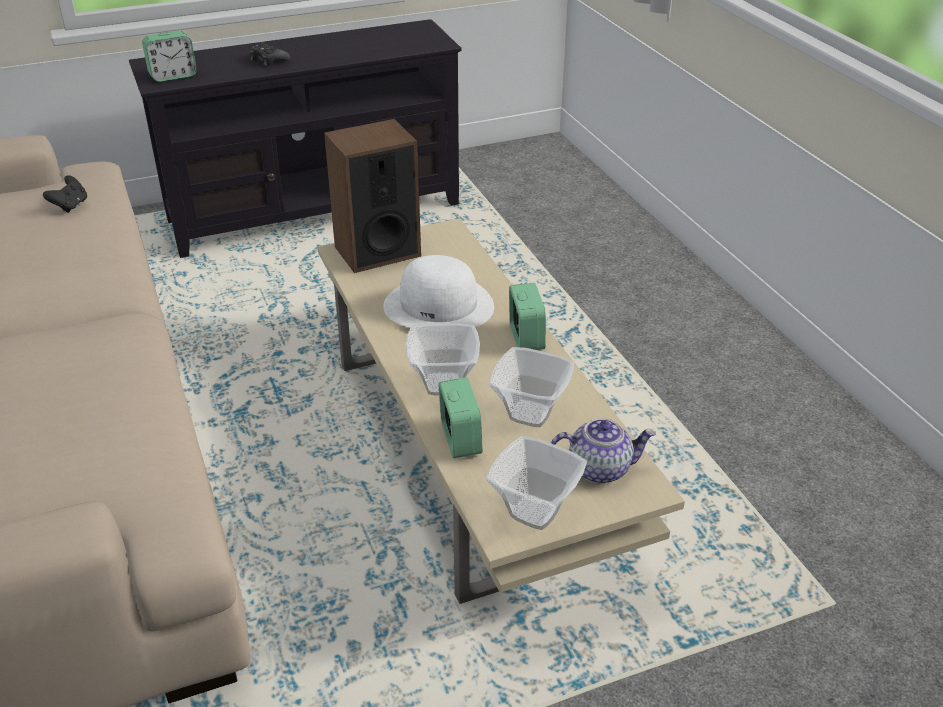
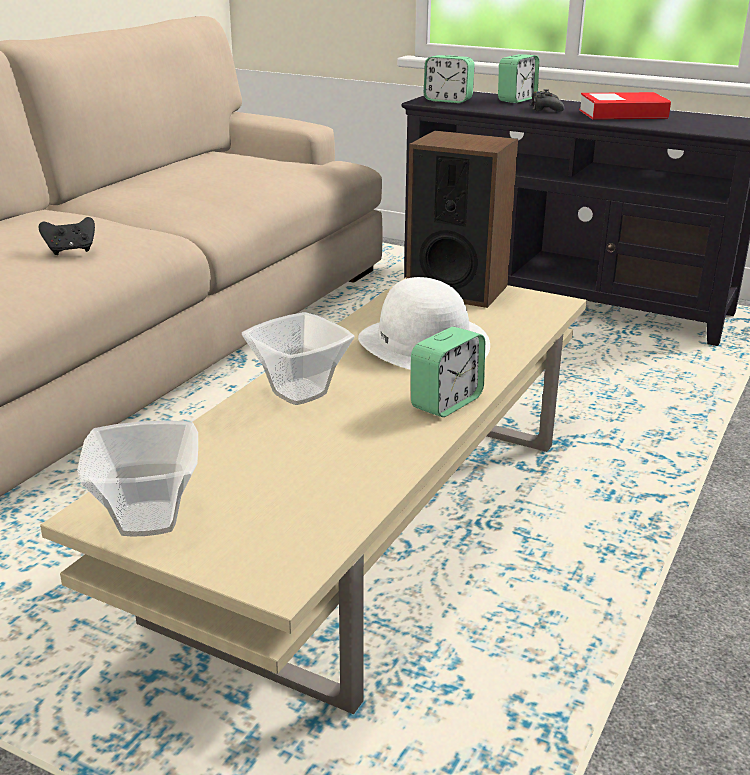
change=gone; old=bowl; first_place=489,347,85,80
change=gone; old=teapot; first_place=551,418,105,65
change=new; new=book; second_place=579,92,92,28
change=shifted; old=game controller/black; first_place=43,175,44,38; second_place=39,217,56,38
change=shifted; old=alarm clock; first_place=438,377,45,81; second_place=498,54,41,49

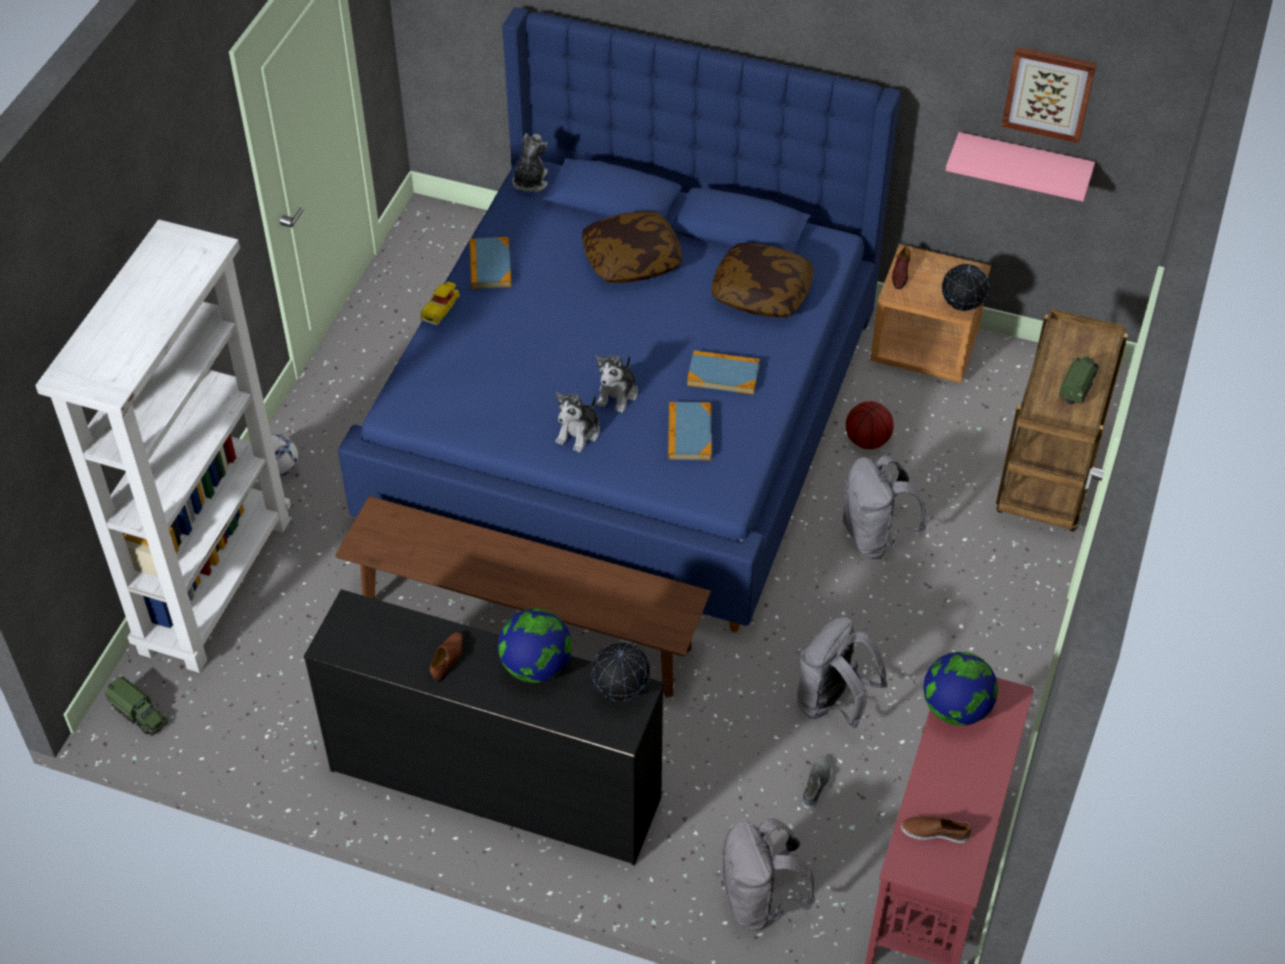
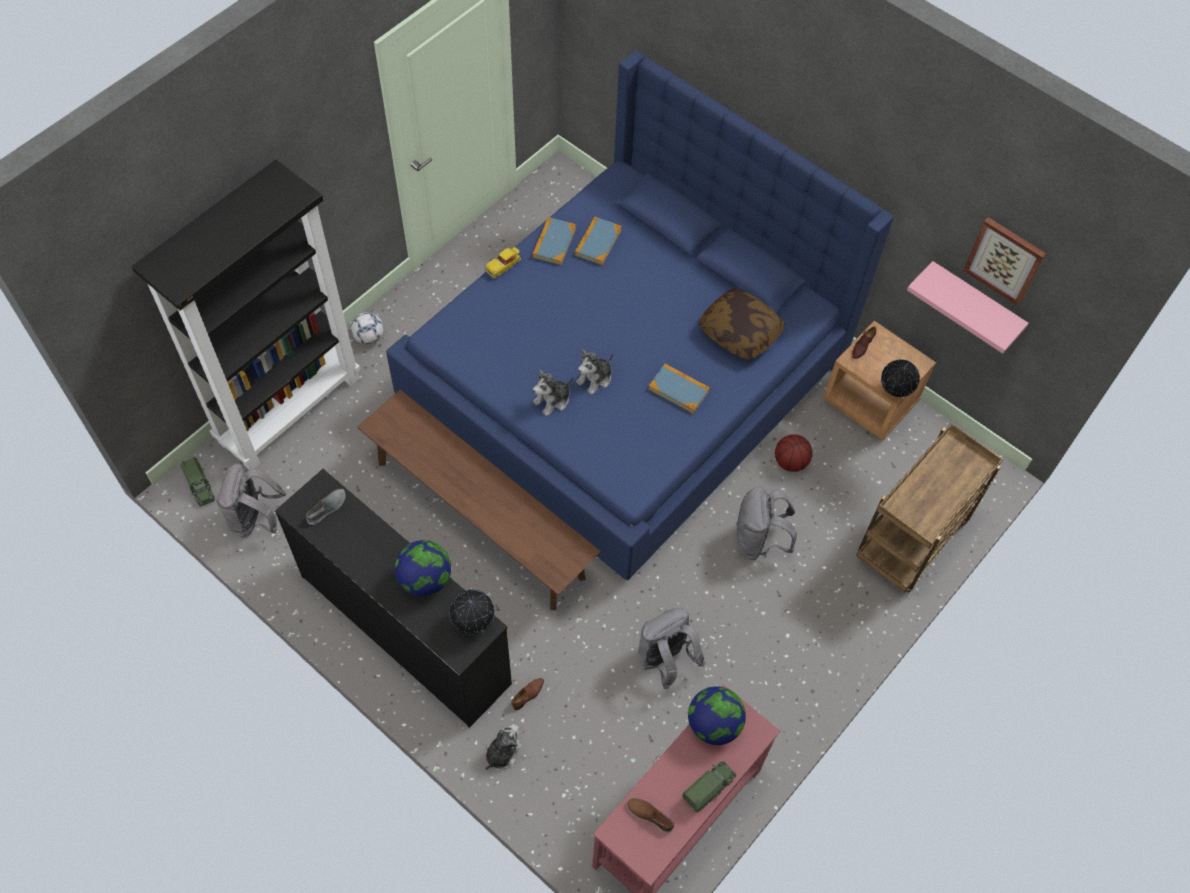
change=gone; old=pillow; first_place=582,211,100,72
change=shifted; old=shoe/brown; first_place=430,632,33,50; second_place=512,678,32,32
change=shifted; old=plush toy; first_place=512,133,36,59; second_place=485,724,37,46
change=shifted; old=book; first_place=668,402,44,58; second_place=574,217,48,48
change=shifted; old=backpack/grey; first_place=721,818,94,113; second_place=216,463,70,74
change=shifted; old=shoe/grey; first_place=802,756,29,53; second_place=306,489,40,36
change=shifted; old=toy truck; first_place=1058,356,41,50; second_place=682,761,54,52
change=repainted; old=bookcase/white; new=bookcase/black; first_place=35,220,256,453; second_place=132,160,228,310

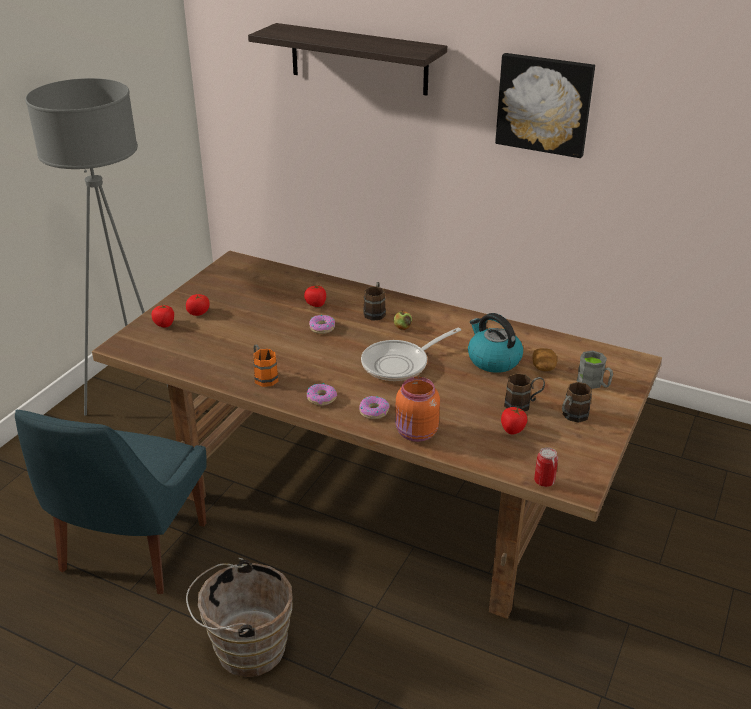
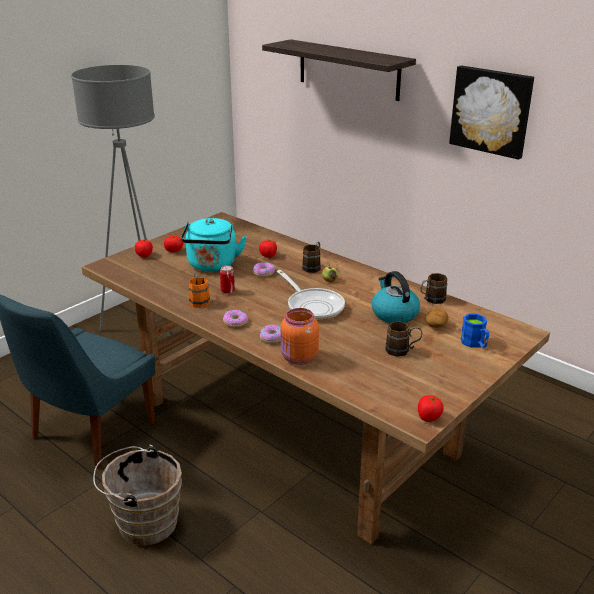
change=new; new=kettle/turquoise; second_place=181,218,66,54
change=shifted; old=tomato; first_place=501,407,26,27; second_place=418,395,26,27
change=shifted; old=can; first_place=534,447,24,40; second_place=220,265,15,29
change=shifted; old=mug/brown; first_place=562,382,30,40; second_place=420,273,27,31
change=repainted; old=mug/grey; new=mug/blue; first_place=577,351,36,38; second_place=461,314,28,33
change=rotated; old=frying pan; first_place=361,328,100,53; second_place=277,270,68,50; degrees=-105

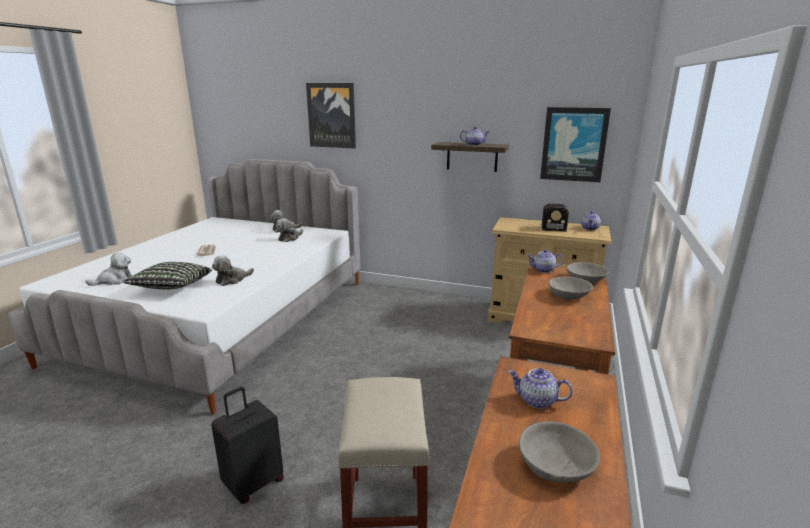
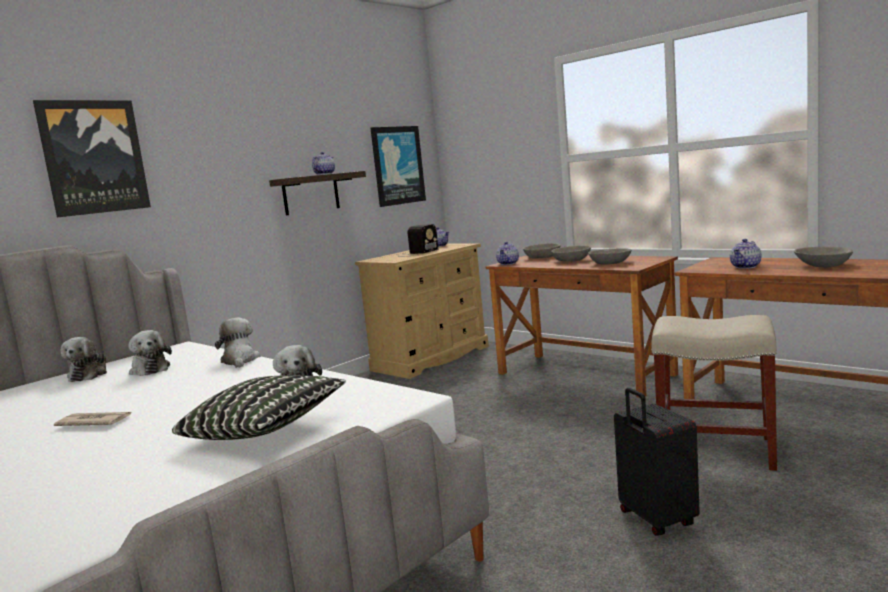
change=new; new=bowl/grey; second_place=588,248,43,17
change=shifted; old=plush toy; first_place=85,253,47,33; second_place=215,317,45,51

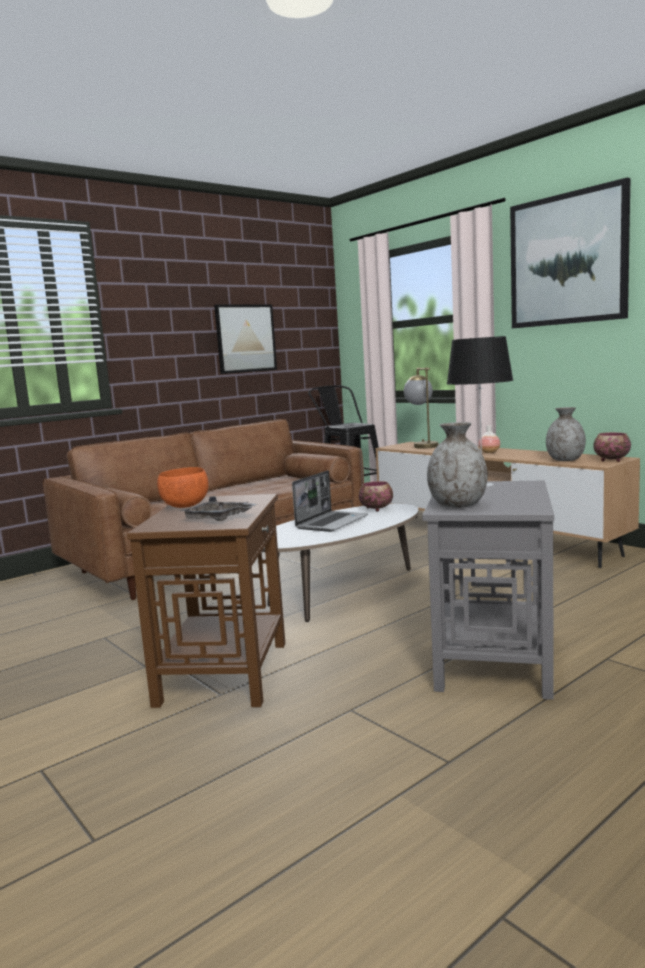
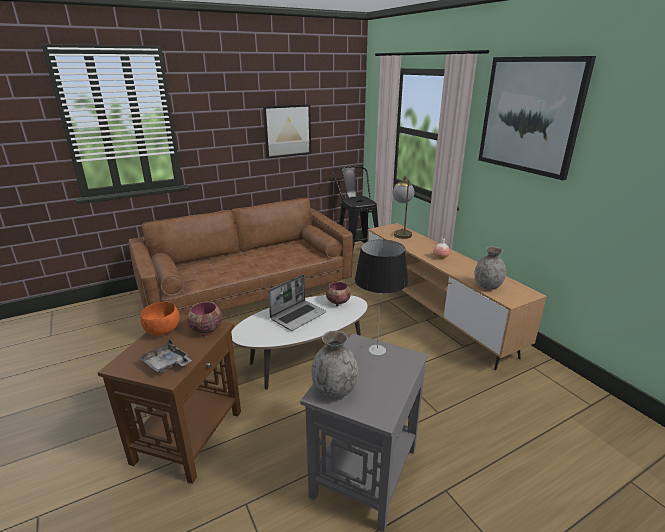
change=shifted; old=bowl; first_place=593,432,38,30; second_place=187,302,35,34

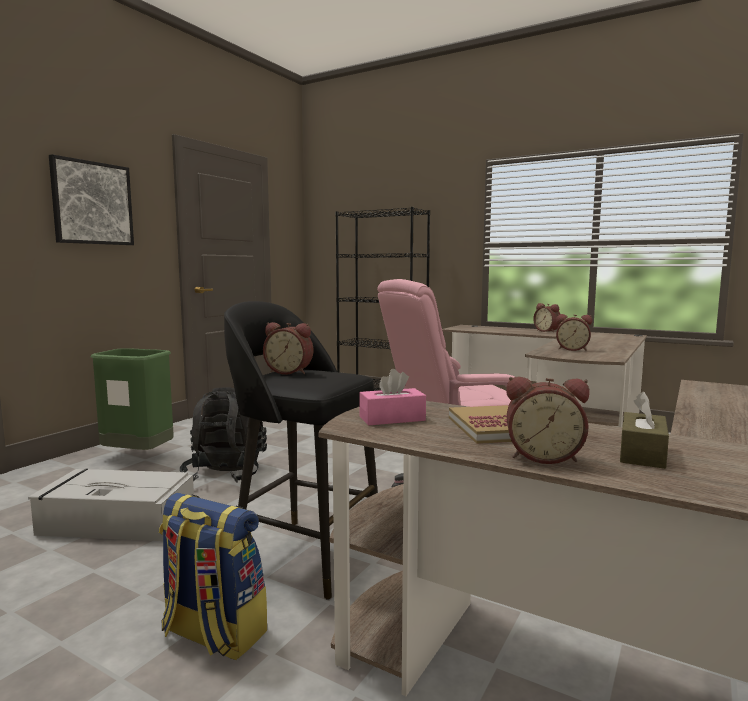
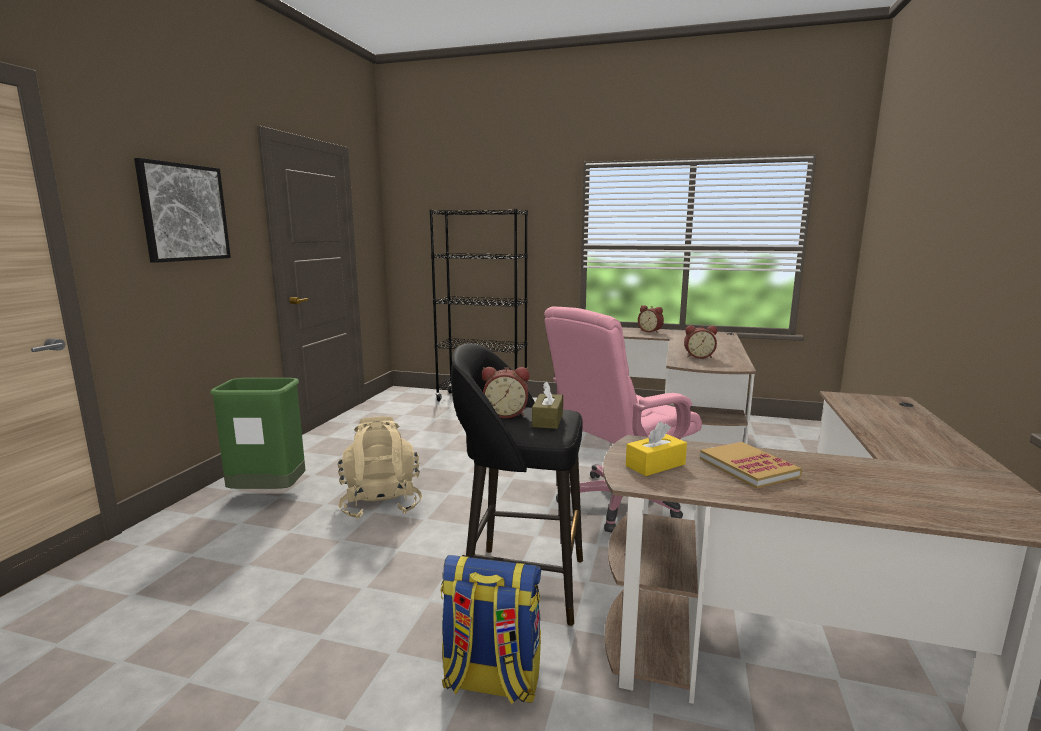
change=gone; old=storage box/grey; first_place=28,469,166,72
change=gone; old=alarm clock; first_place=506,377,83,87
change=shifted; old=tissue box/brown; first_place=620,392,49,77; second_place=532,381,31,48
change=repainted; old=backpack/black; new=backpack/beige; first_place=180,388,87,95; second_place=338,416,84,103
change=repainted; old=tissue box/pink; new=tissue box/yellow; first_place=359,369,67,56; second_place=626,422,61,54

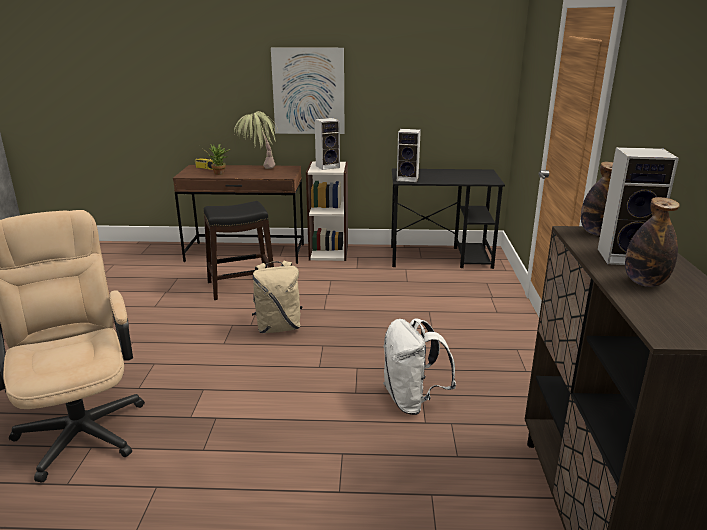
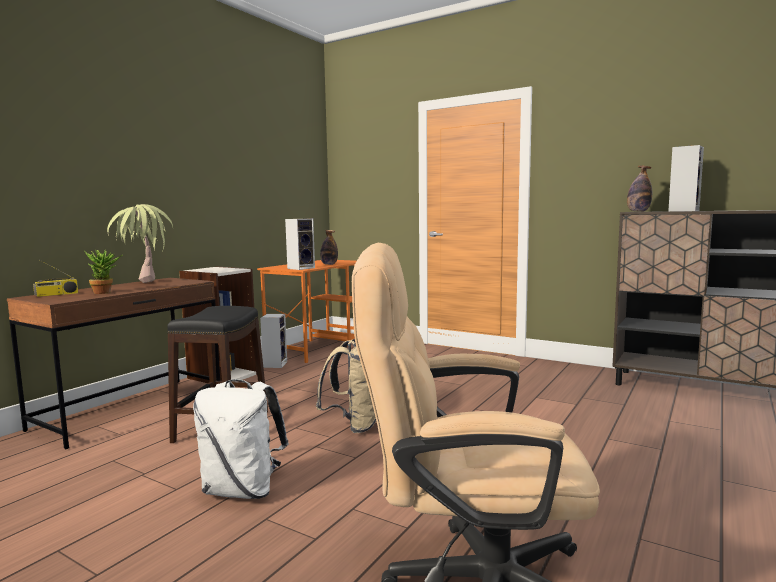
change=gone; old=picture; first_place=271,47,73,87
change=shifted; old=speaker; first_place=315,118,25,52; second_place=260,314,27,54
change=shifted; old=backpack/white; first_place=383,319,73,96; second_place=193,379,96,120
change=shifted; old=bottle; first_place=625,197,55,90; second_place=320,230,18,35
change=repainted; old=desk/black; new=desk/orange; first_place=391,169,114,100; second_place=257,260,99,103

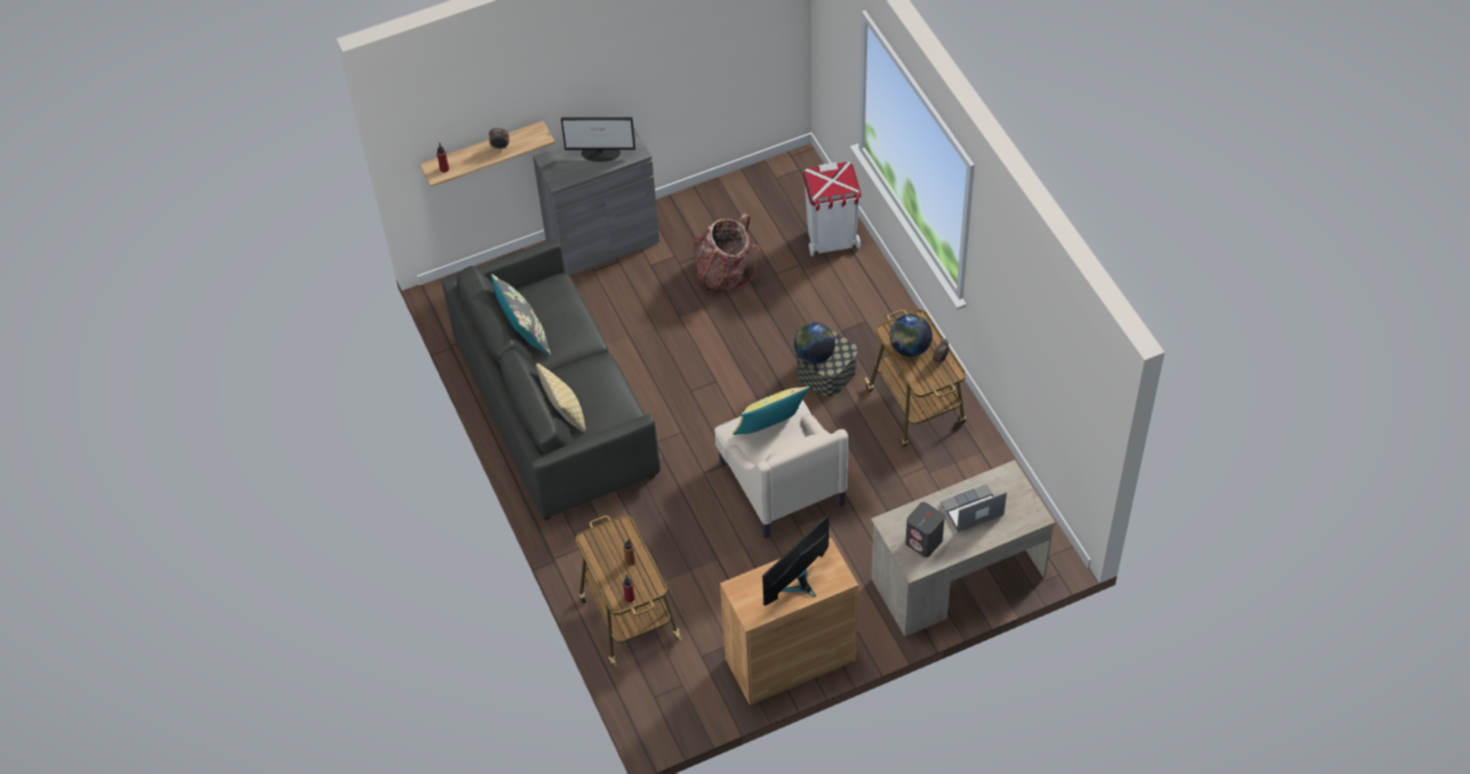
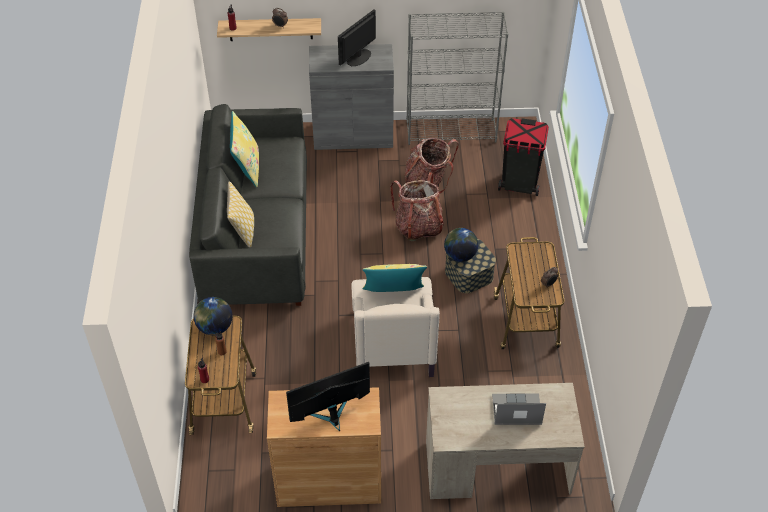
change=gone; old=speaker/grey; first_place=906,502,39,55
change=new; new=backpack; second_place=390,172,54,69
change=new; new=bookcase/grey; second_place=406,12,102,133
change=shifted; old=globe; first_place=890,314,42,43; second_place=194,297,38,38
change=repainted; old=pillow/grey; new=pillow/yellow; first_place=491,274,60,82; second_place=230,111,29,76
change=repainted; old=trash can/white; new=trash can/black; first_place=803,162,58,94; second_place=498,118,51,78
change=rotated; old=monitor; first_place=561,117,74,45; second_place=338,9,38,57; degrees=105

